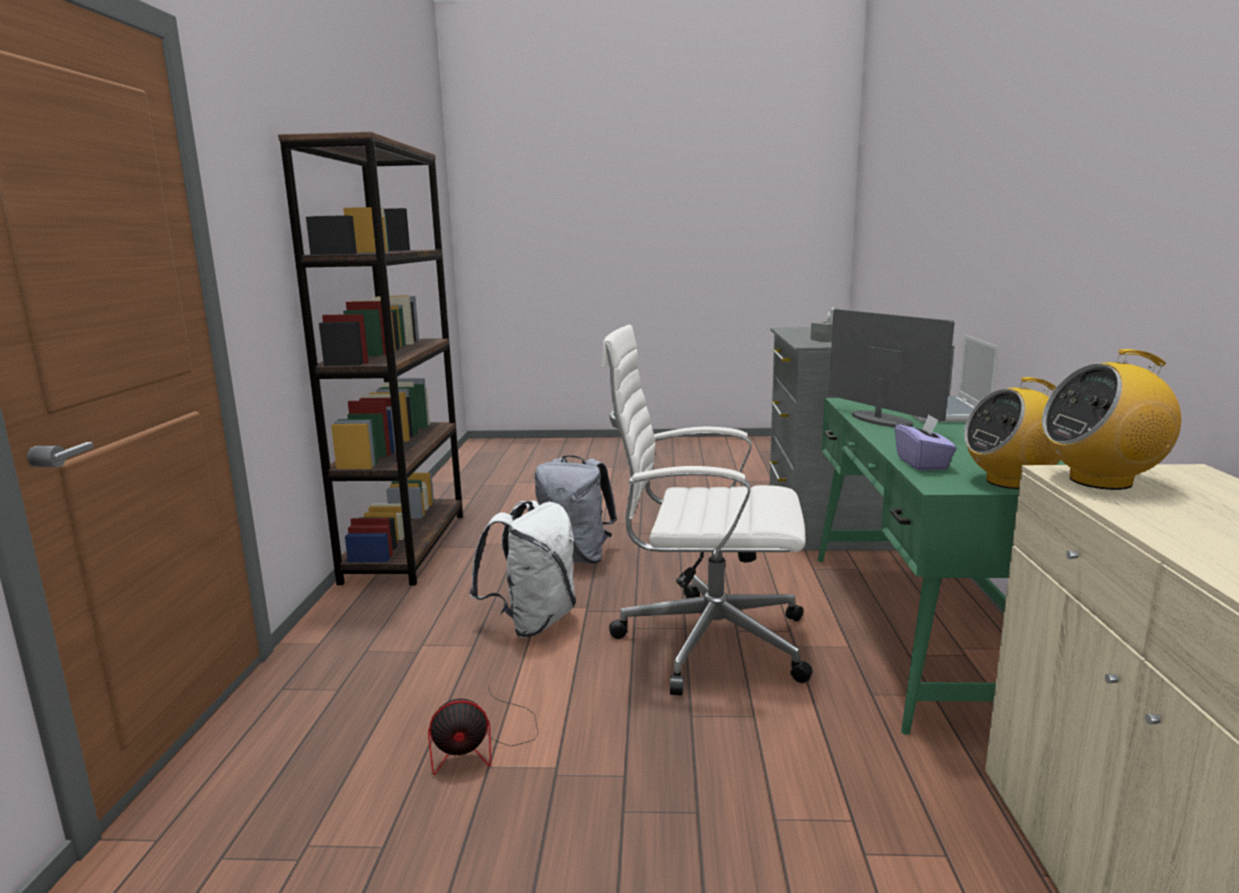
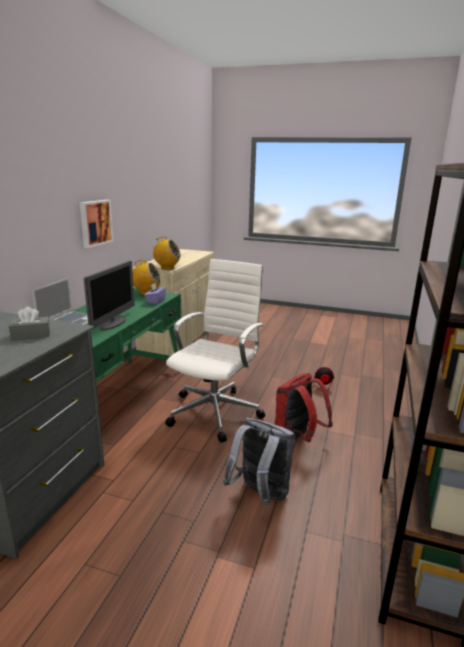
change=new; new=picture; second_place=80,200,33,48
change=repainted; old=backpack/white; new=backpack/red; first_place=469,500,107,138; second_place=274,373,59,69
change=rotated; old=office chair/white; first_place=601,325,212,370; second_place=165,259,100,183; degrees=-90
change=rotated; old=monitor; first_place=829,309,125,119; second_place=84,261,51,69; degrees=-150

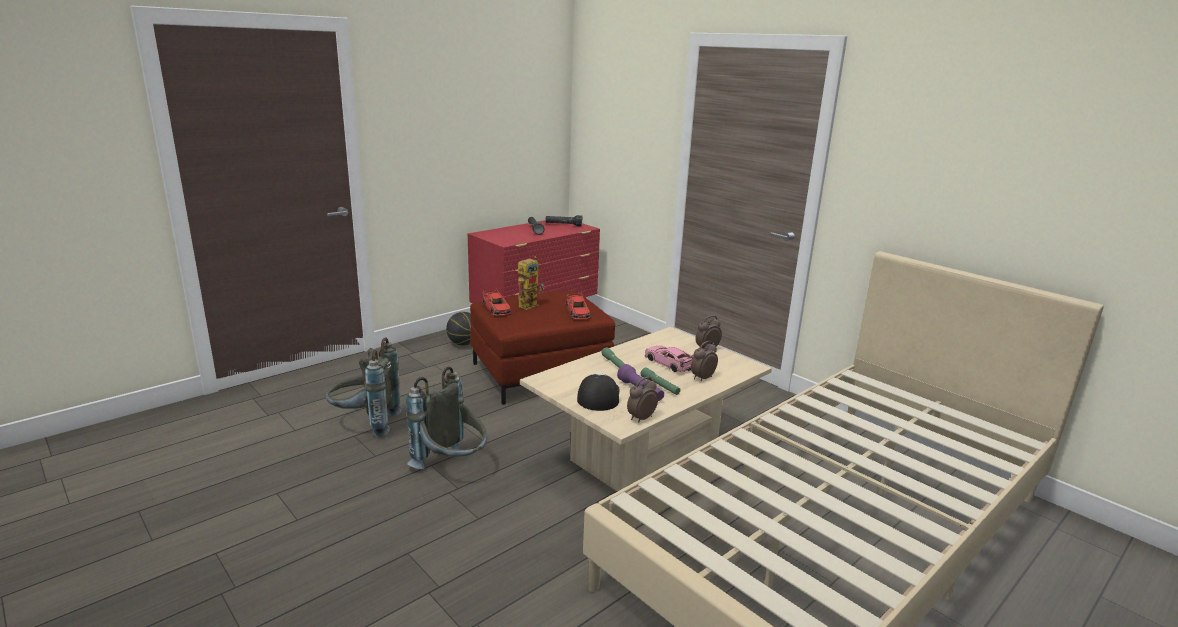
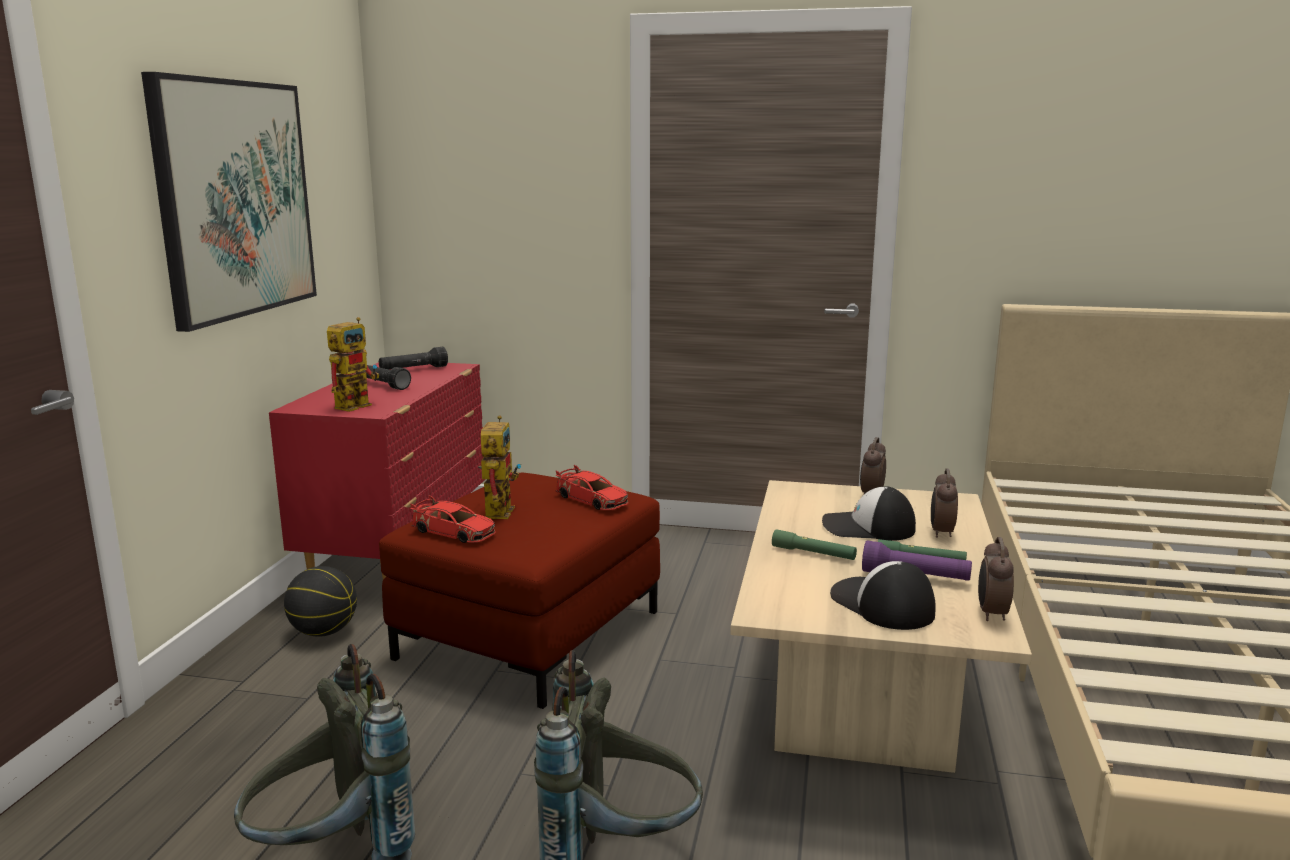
change=new; new=picture; second_place=141,72,176,260
change=new; new=toy robot; second_place=327,317,52,95
change=swapped; old=toy car/pink; new=cap; first_place=644,346,50,26; second_place=822,486,94,55

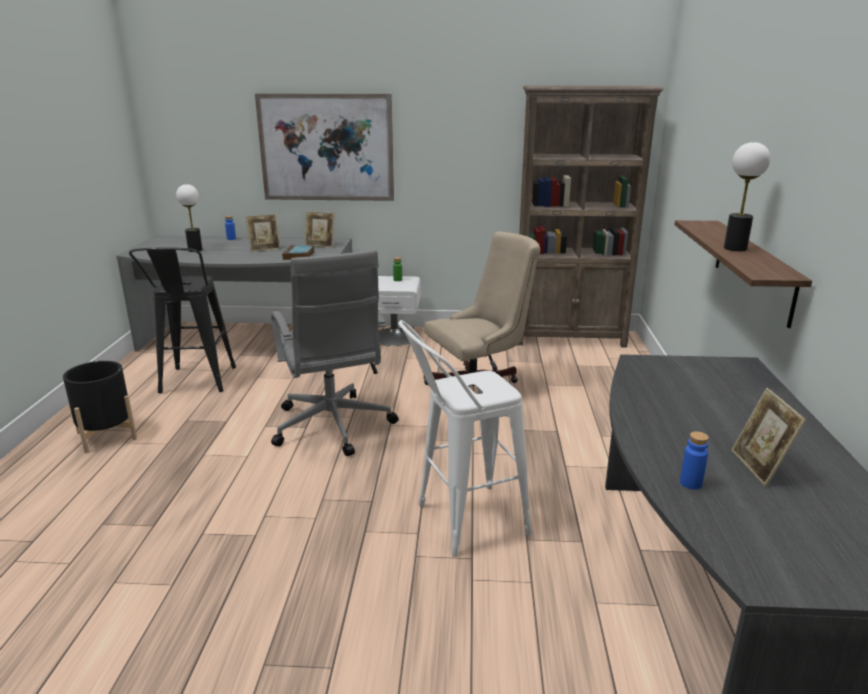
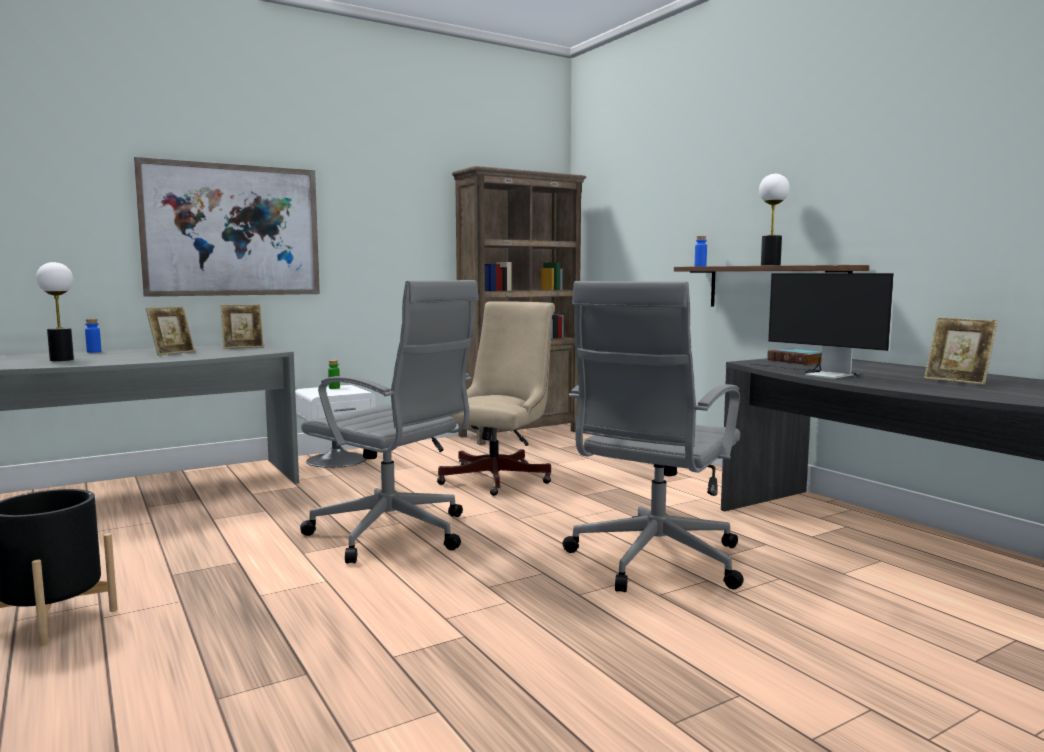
change=gone; old=stool/black; first_place=129,247,107,146
change=new; new=monitor; second_place=748,273,147,106
change=shifted; old=book; first_place=282,245,32,15; second_place=768,348,54,17
change=shifted; old=bottle/blue; first_place=680,431,29,58; second_place=695,236,12,30
change=swapped; old=stool/white; new=office chair/grey; first_place=399,320,133,237; second_place=563,281,181,311

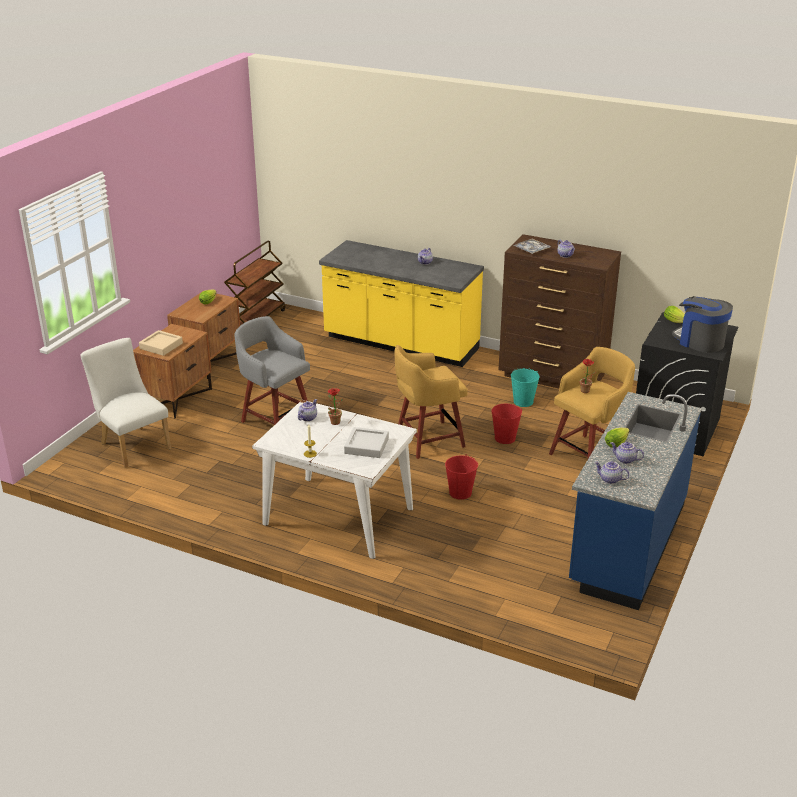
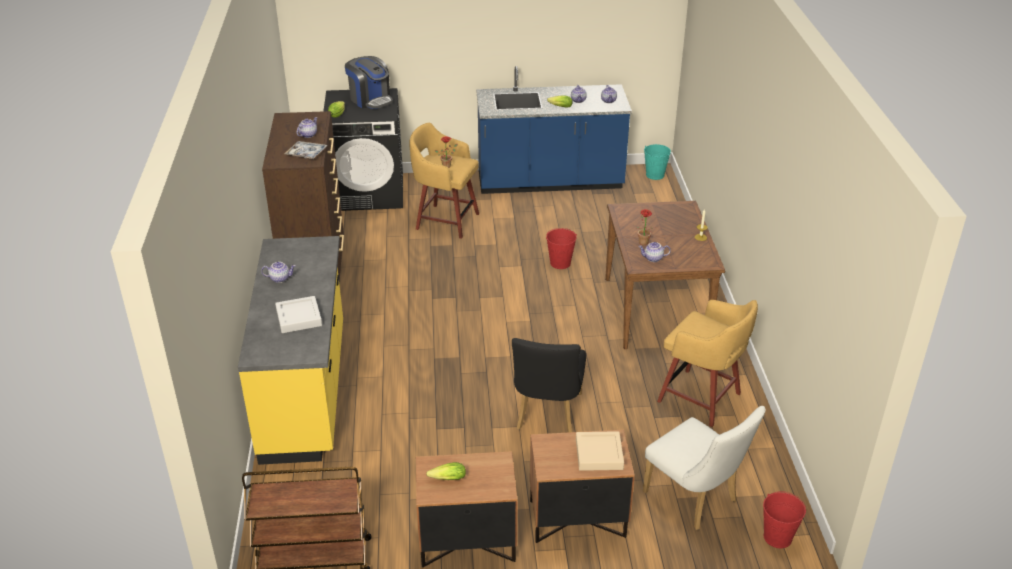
change=shifted; old=tray/grey; first_place=344,427,45,31; second_place=275,296,47,37
change=shifted; old=stool/yellow; first_place=395,345,73,114; second_place=657,300,101,127
change=shifted; old=bucket/red; first_place=491,404,31,40; second_place=763,491,43,57
change=shifted; old=bucket/turquoise; first_place=511,368,29,39; second_place=644,144,27,36
change=swapped; old=stool/grey; new=chair/black; first_place=235,316,75,109; second_place=512,338,74,95
change=repainted; old=dining table/white; new=dining table/brown; first_place=252,400,165,159; second_place=605,201,120,148
change=rotated; old=chair/white; first_place=80,338,91,130; second_place=642,406,124,124; degrees=-60
change=rotated; old=coffee machine; first_place=672,296,61,57; second_place=345,56,48,53; degrees=-60

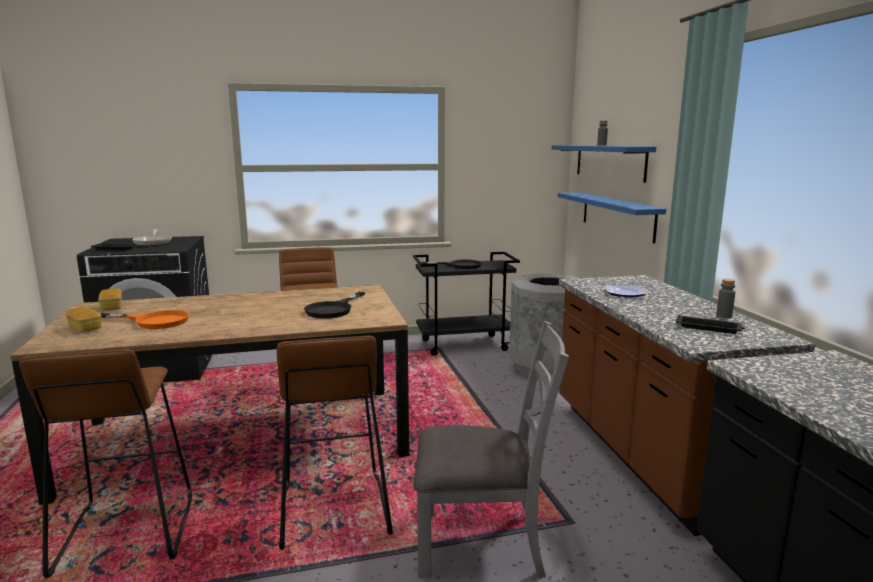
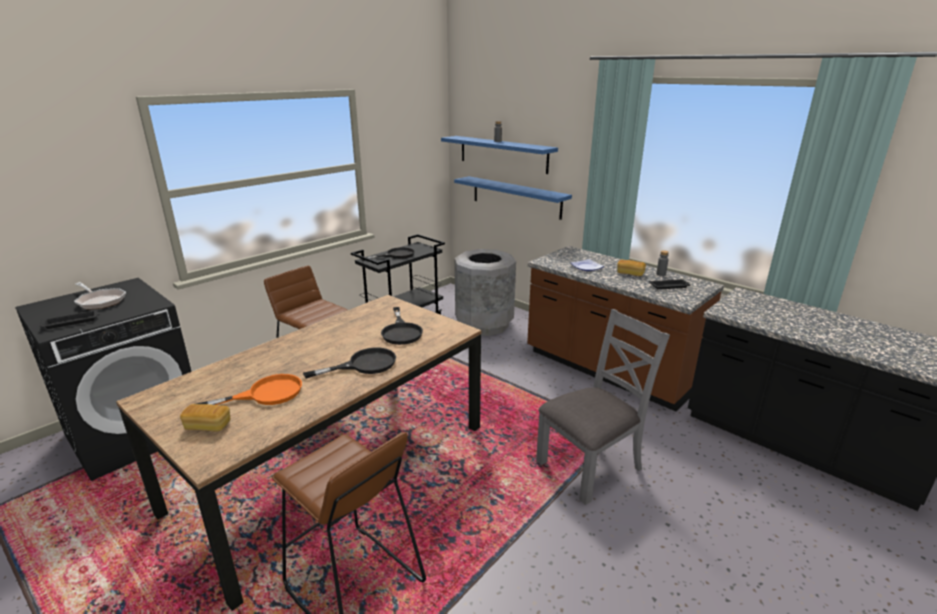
change=gone; old=stool/brown; first_place=277,335,116,215
change=new; new=frying pan/black; second_place=303,348,93,31
change=shifted; old=bread; first_place=98,288,24,23; second_place=617,260,29,16

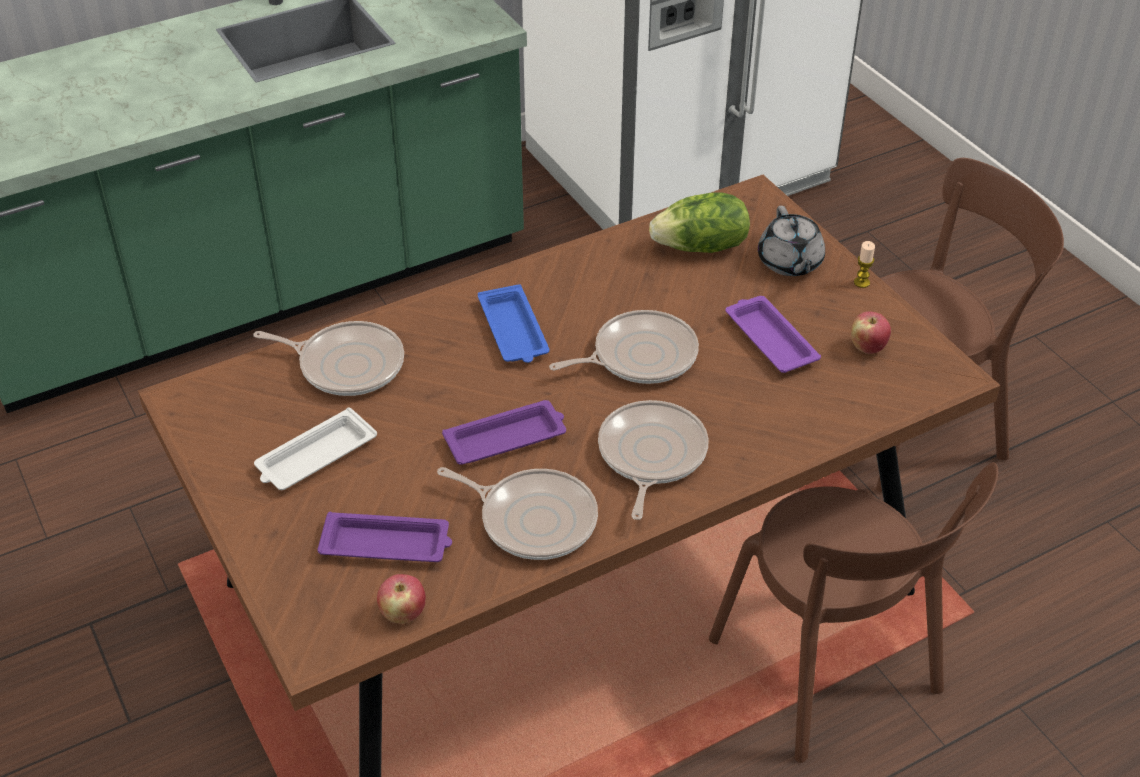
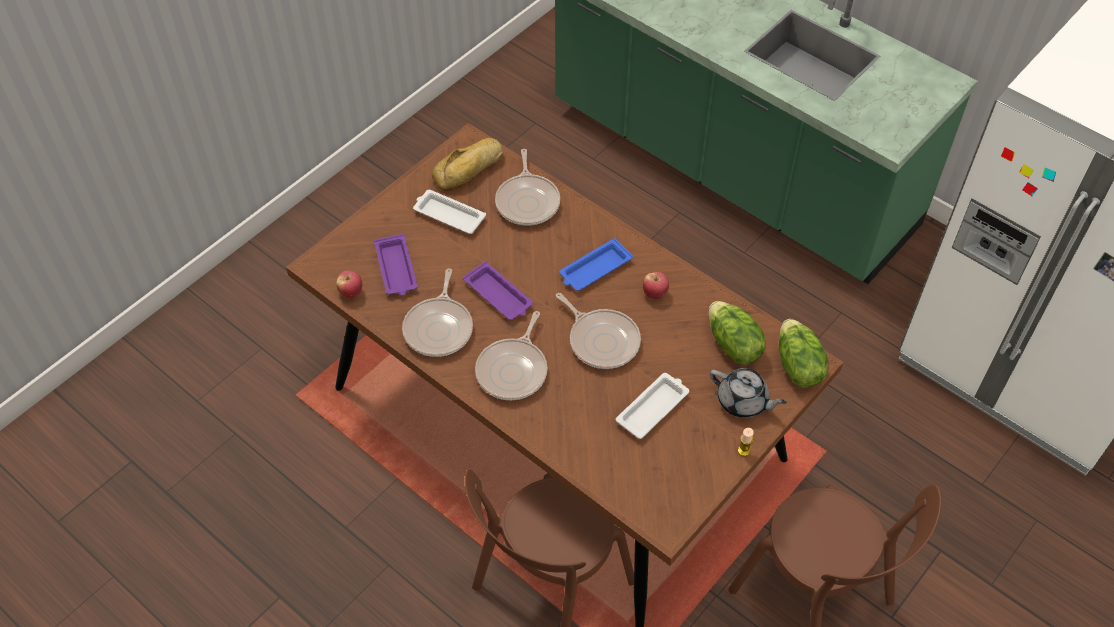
change=new; new=bread; second_place=432,138,72,53
change=new; new=lettuce; second_place=779,319,49,69
change=shifted; old=apple; first_place=851,311,40,43; second_place=643,272,26,27
change=repainted; old=tray/purple; new=tray/white; first_place=726,296,95,77; second_place=616,373,73,66
change=rotated; old=frying pan; first_place=598,400,111,120; second_place=475,311,72,89; degrees=120
change=rotated; old=teapot/grey; first_place=758,206,67,70; second_place=710,368,77,50; degrees=-120

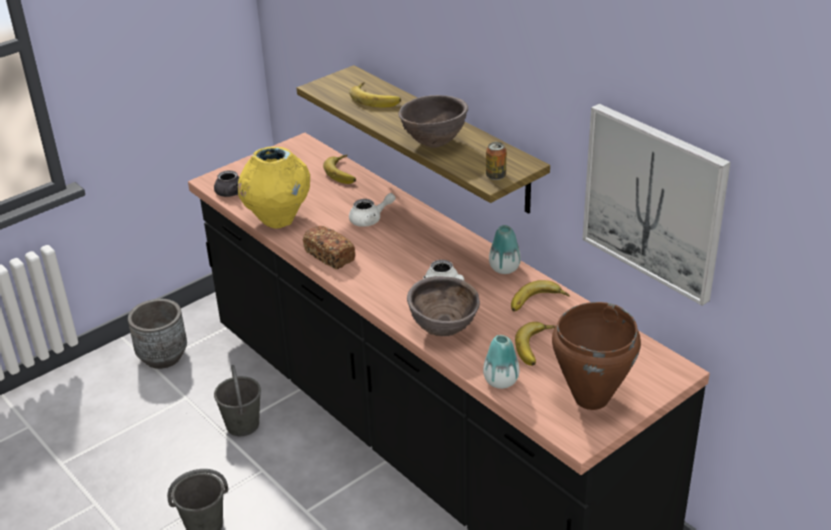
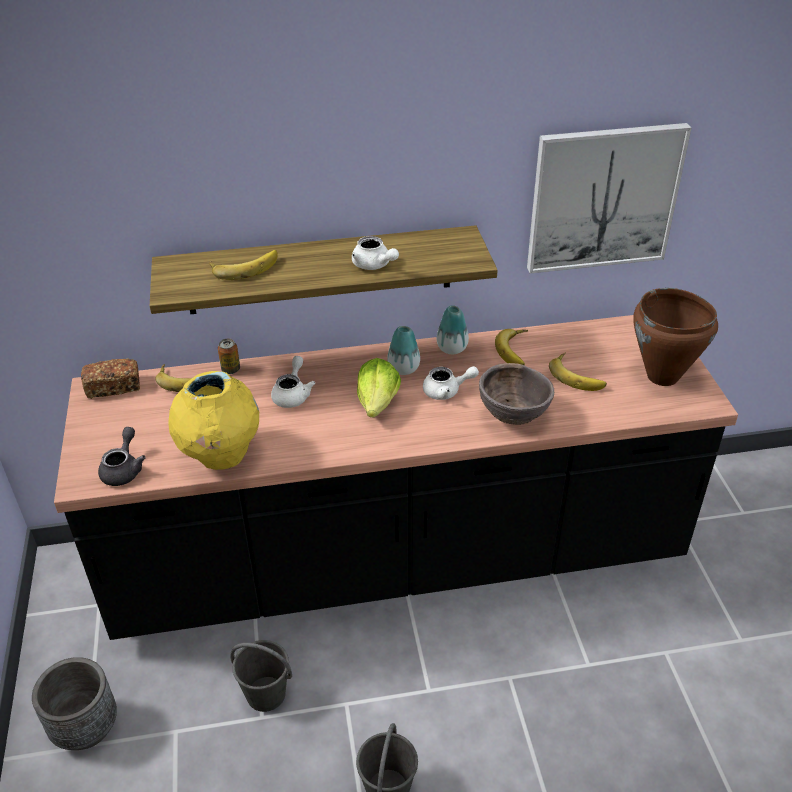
change=new; new=lettuce; second_place=357,358,44,59
change=shifted; old=bread; first_place=303,226,52,43; second_place=81,358,59,41
change=shifted; old=vase; first_place=483,335,36,54; second_place=387,326,33,49
change=shifted; old=can; first_place=486,142,20,38; second_place=218,339,22,35
change=swapped; old=bowl/brown; new=teapot/white; first_place=398,95,70,53; second_place=352,236,47,34

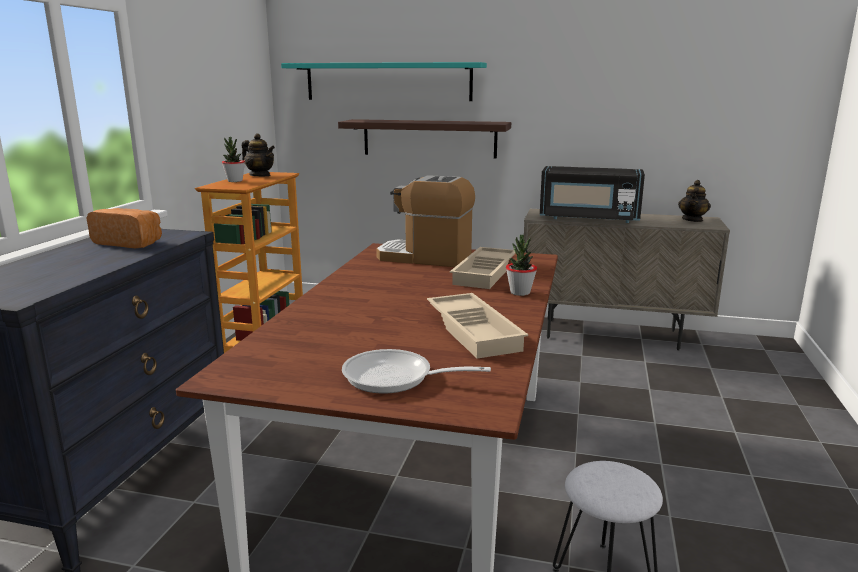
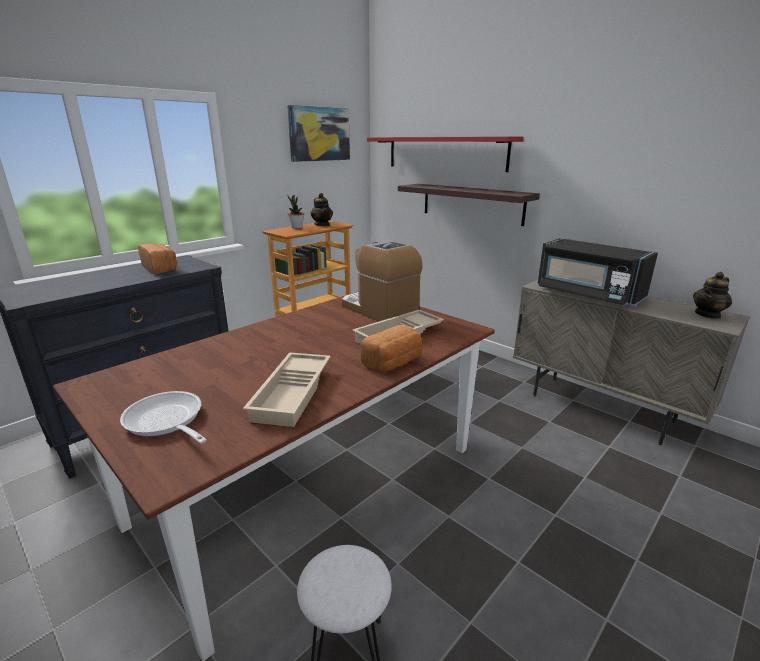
change=new; new=picture; second_place=287,105,63,57
change=swapped; old=potted plant; new=bread; first_place=506,235,31,61; second_place=361,325,61,47
change=repainted; old=shelf/turquoise; new=shelf/red; first_place=281,62,206,39; second_place=367,136,157,36

